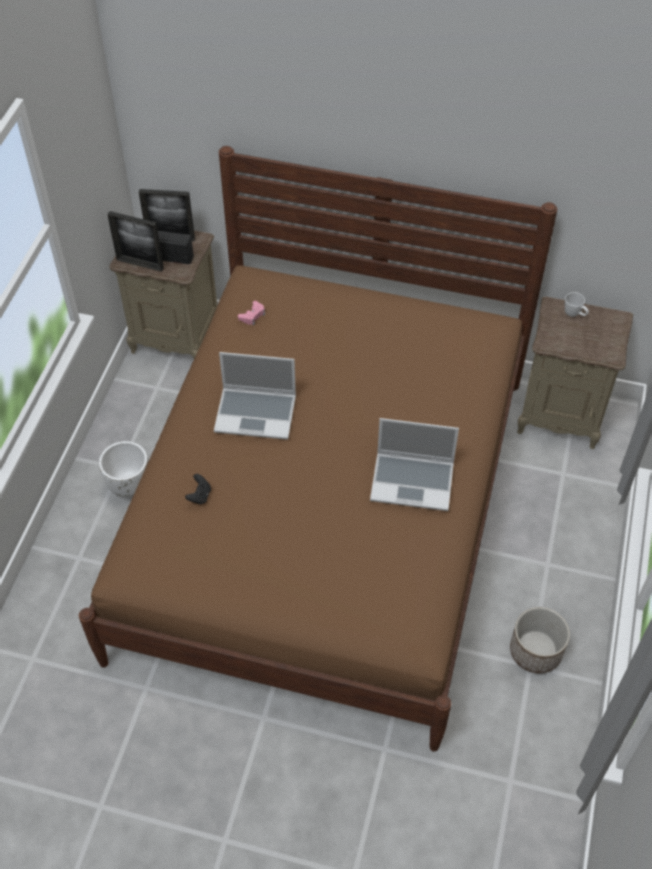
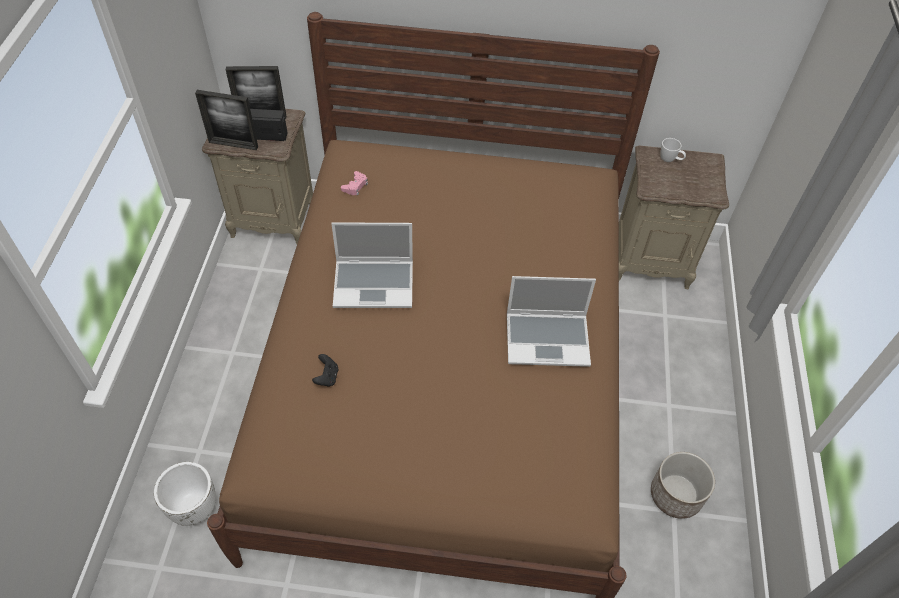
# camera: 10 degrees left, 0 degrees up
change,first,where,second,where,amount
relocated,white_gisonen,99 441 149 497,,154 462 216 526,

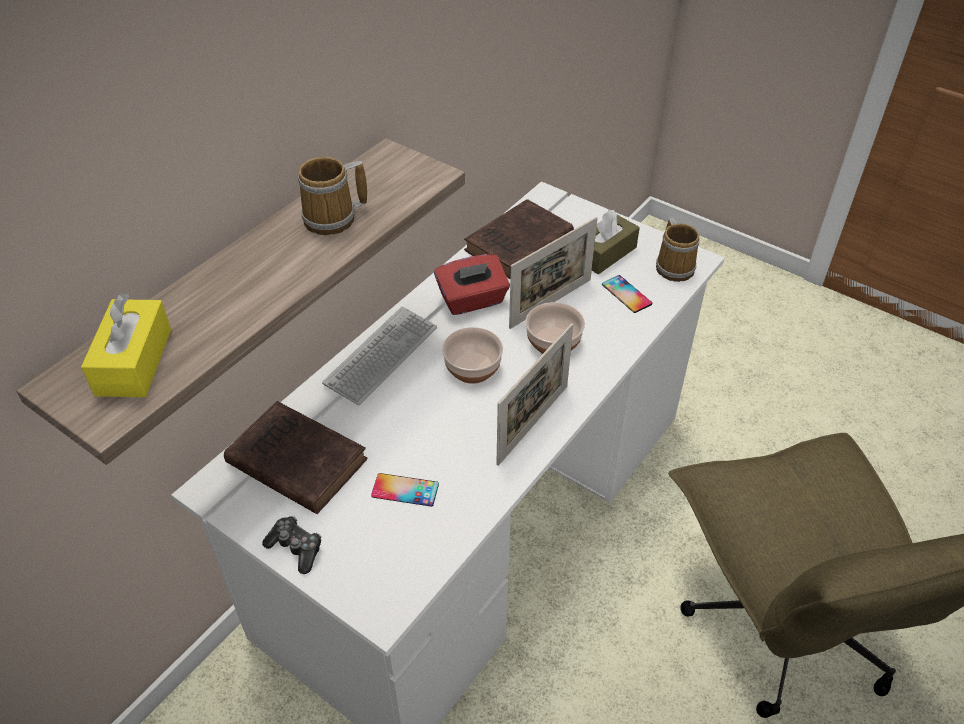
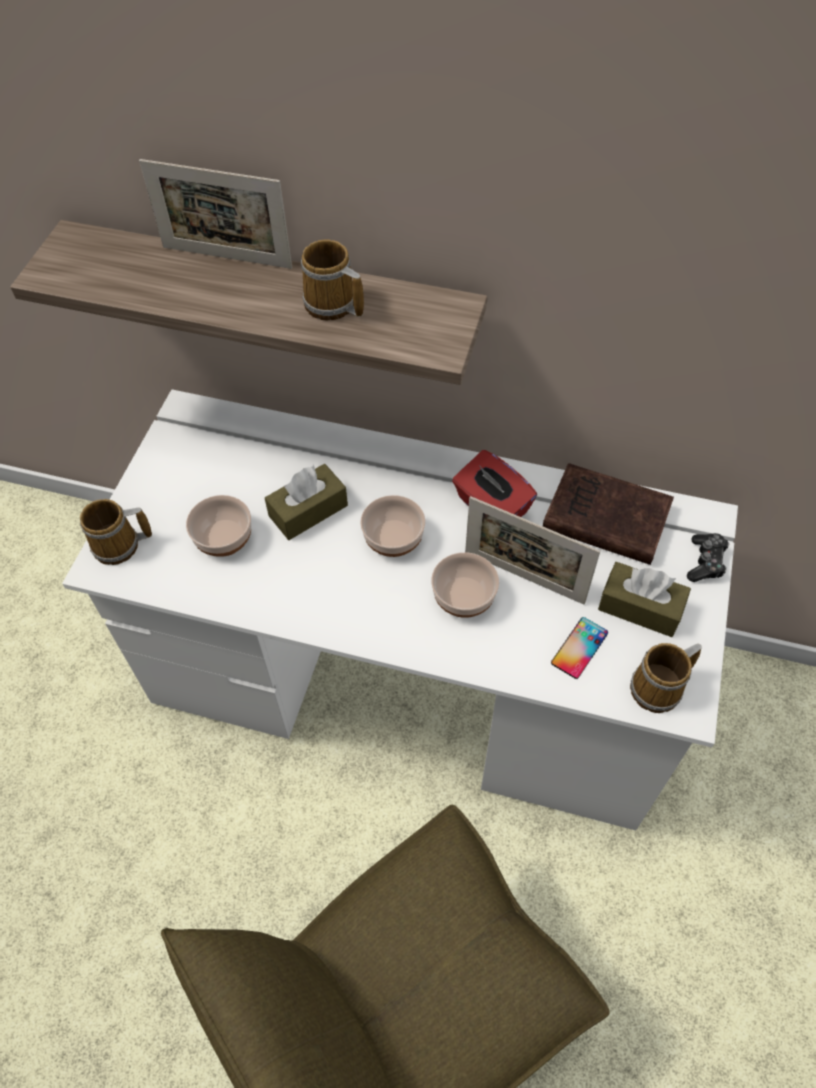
# camera: 70 degrees right, 10 degrees up
change,first,where,second,where,amount
appeared,,,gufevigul,80 499 152 565,
relocated,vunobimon,496 323 573 466,,139 159 292 269,
exchanged,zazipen,371 473 439 507,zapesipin,186 495 251 557,
appeared,,,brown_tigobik,265 464 348 540,
relocated,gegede,262 516 321 574,,687 533 730 582,
missing,yellow_tigobik,81 294 171 397,,,
missing,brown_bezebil,224 401 368 514,,,
missing,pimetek,322 307 437 406,,,

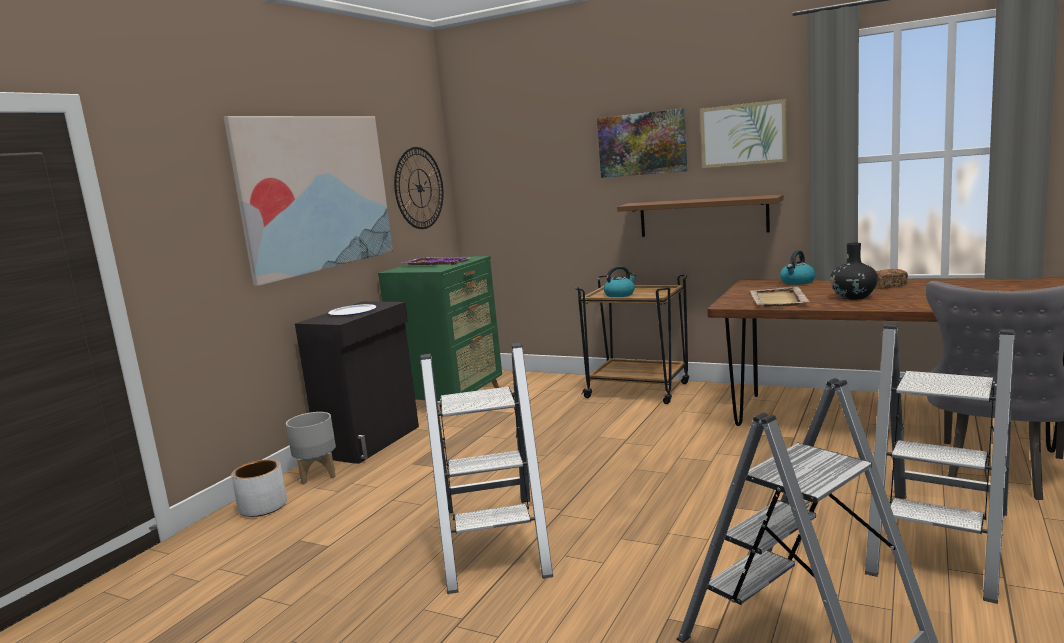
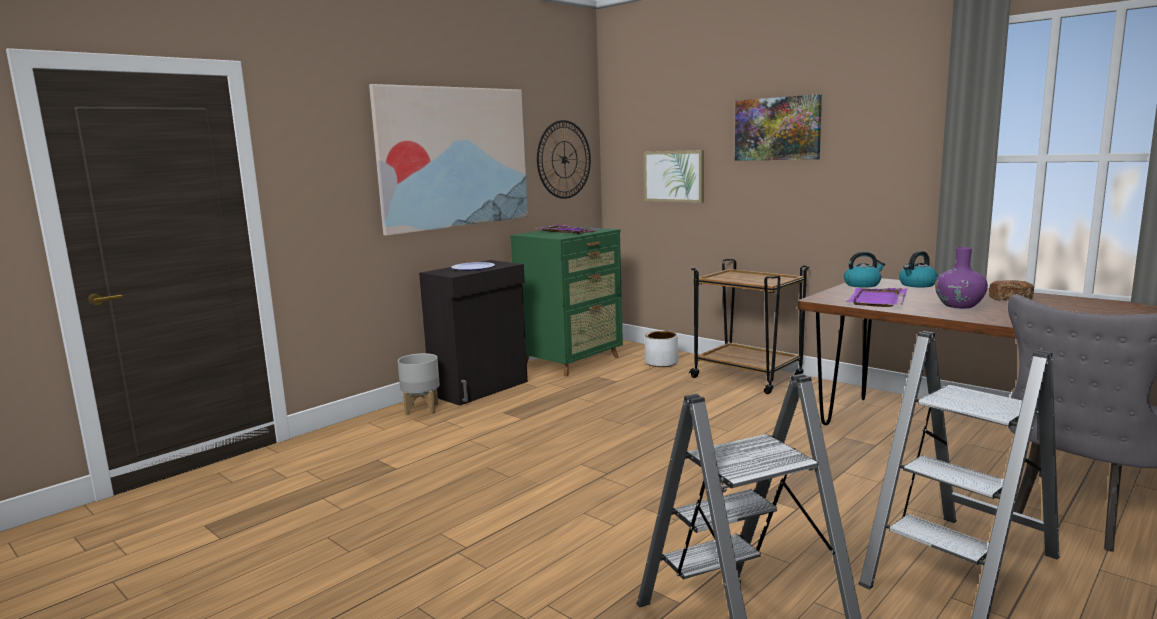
# camera: 15 degrees right, 0 degrees up
change,first,where,second,where,amount
relocated,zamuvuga,700 99 787 168,,644 150 704 203,
relocated,white_gisonen,231 459 287 517,,645 331 678 367,
relocated,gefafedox,604 266 636 297,,844 252 885 288,
colour,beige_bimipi,750 286 810 307,purple_bimipi,846 288 907 307,
colour,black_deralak,830 243 878 300,purple_deralak,935 247 988 308,
missing,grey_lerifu,420 343 553 594,,,
missing,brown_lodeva,617 194 784 237,,,

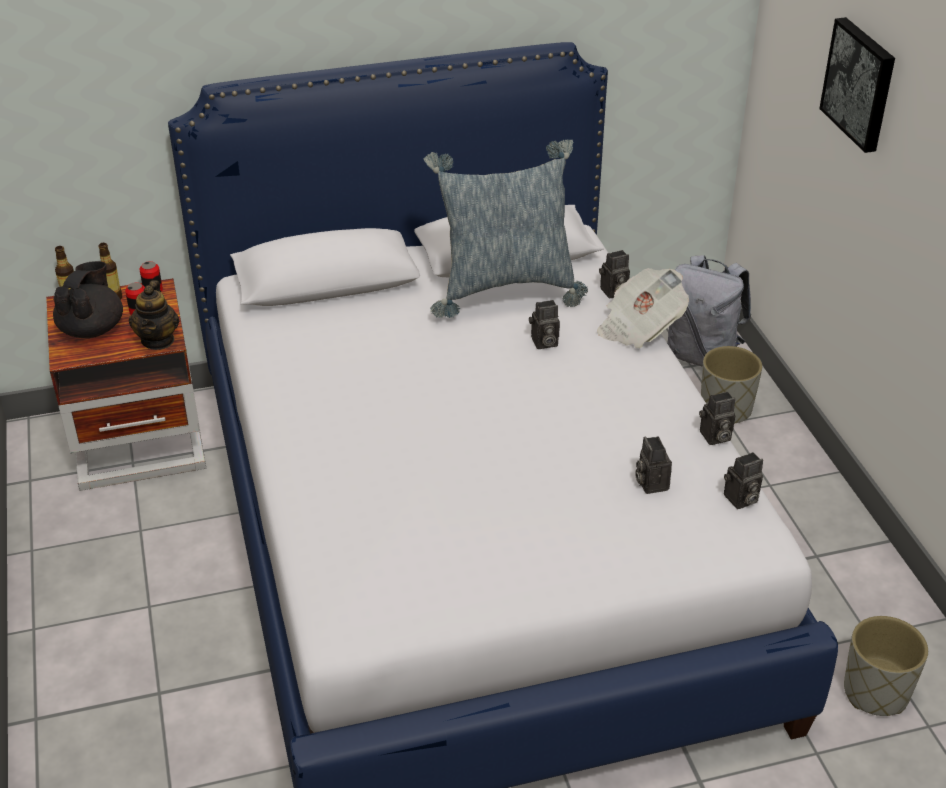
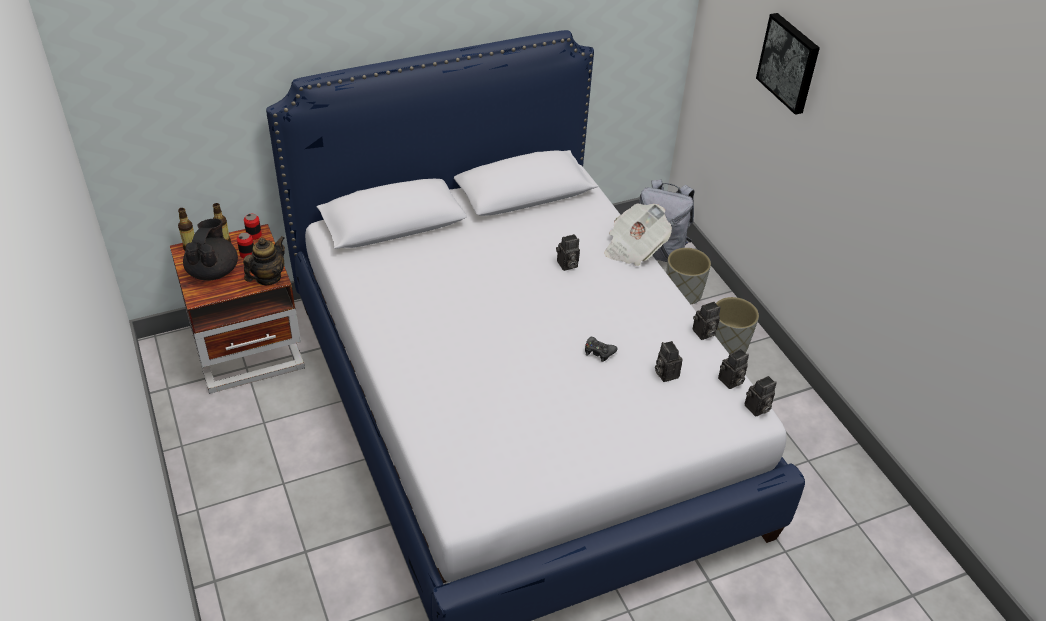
# camera: 10 degrees left, 5 degrees up
change,first,where,second,where,amount
spun,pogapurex,129 280 179 350,,243 236 285 285,135 degrees counterclockwise
appeared,,,black_gegede,585 337 618 362,
relocated,grey_gisonen,844 616 928 716,,715 297 759 354,
relocated,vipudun,599 250 630 298,,745 376 777 417,
missing,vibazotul,423 139 588 318,,,

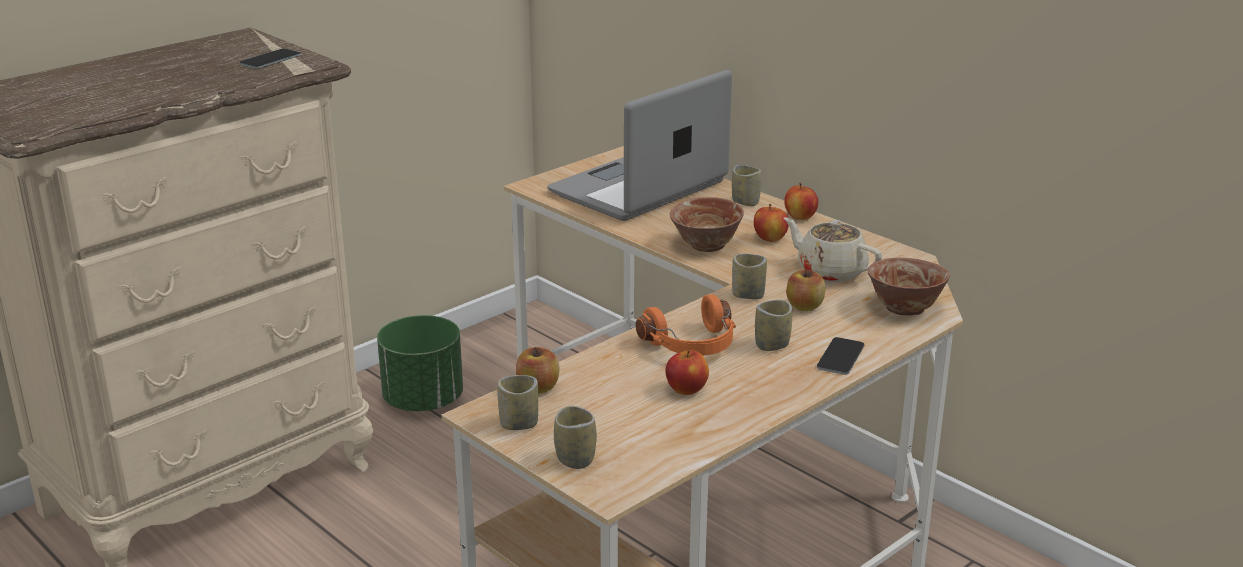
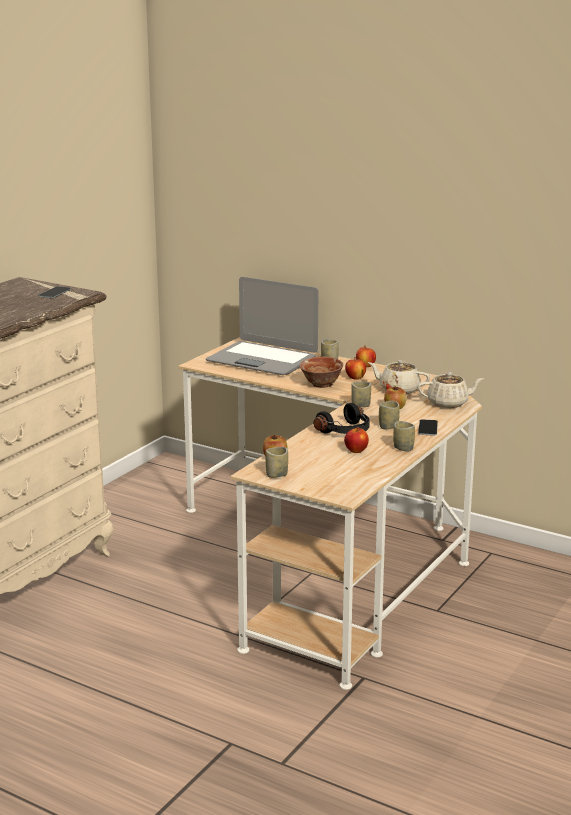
# camera: 15 degrees left, 5 degrees down
change,first,where,second,where,amount
spun,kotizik,547 70 732 221,,206 277 319 375,90 degrees counterclockwise
colour,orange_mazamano,636 294 736 356,black_mazamano,314 403 370 434,
relocated,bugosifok,554 406 597 469,,393 421 415 452,
exchanged,zapesipin,868 257 950 316,beige_pogapurex,417 372 484 408,
missing,green_gisonen,377 315 463 411,,,

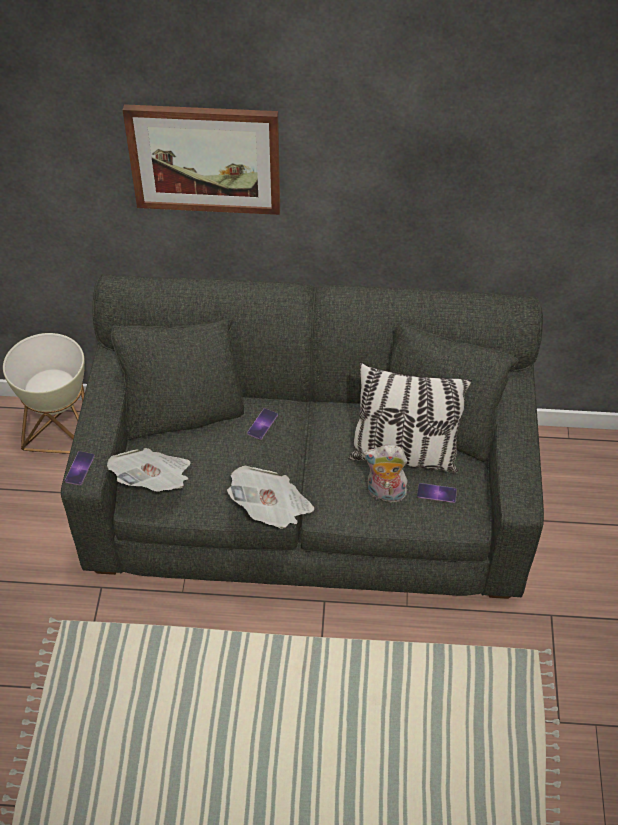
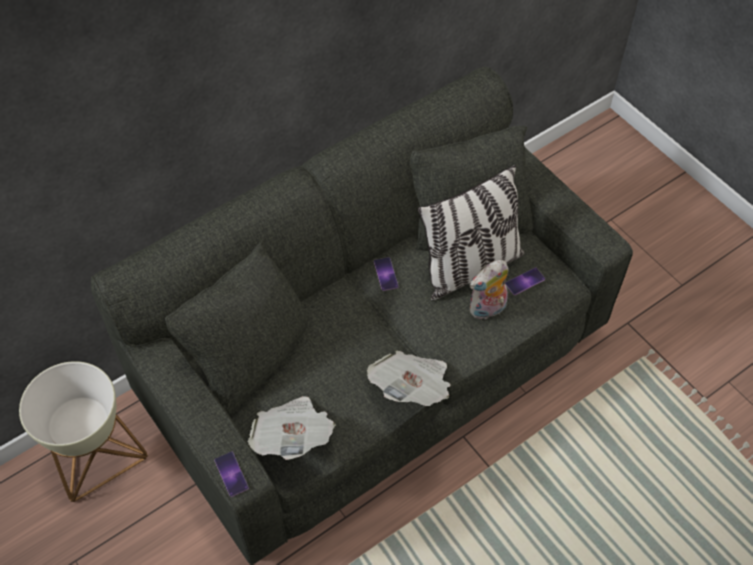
# camera: 40 degrees left, 5 degrees up
change,first,where,second,where,amount
relocated,zazipen,247 408 278 440,,374 257 399 291,
missing,zamuvuga,123 104 280 215,,,

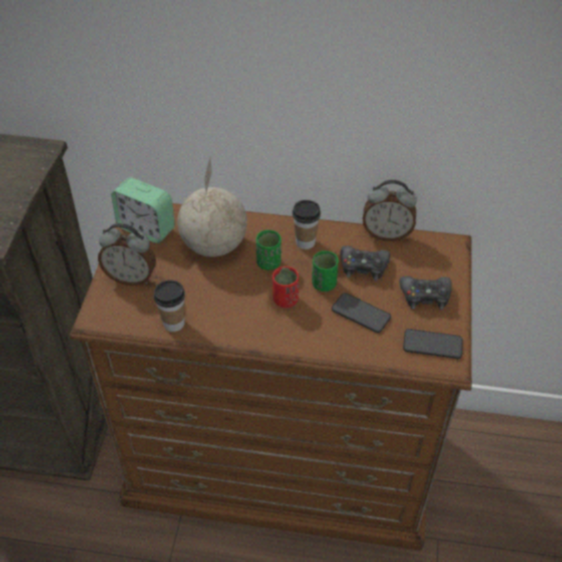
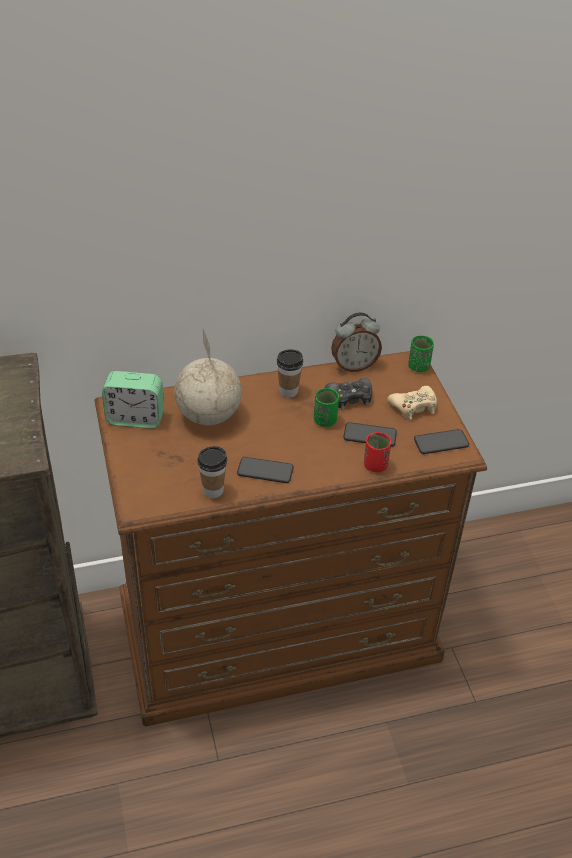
# camera: 25 degrees left, 5 degrees down
change,first,where,second,where,amount
appeared,,,zazipen,237 457 294 483,
relocated,red_bugosifok,272 266 299 308,,364 432 391 472,
colour,black_gegede,399 276 452 310,beige_gegede,388 386 437 420,
relocated,green_bugosifok,256 230 281 270,,408 335 434 372,
missing,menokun,98 223 156 286,,,

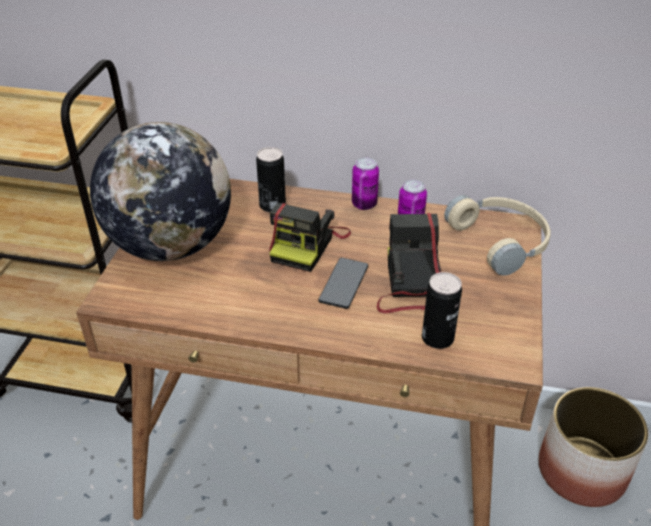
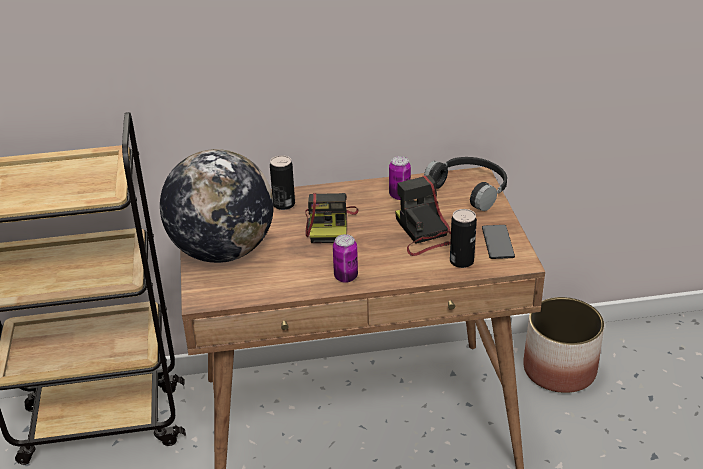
# camera: 20 degrees left, 5 degrees down
change,first,where,second,where,amount
relocated,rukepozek,352 158 379 210,,333 234 358 283,
colour,beige_mazamano,444 195 551 276,black_mazamano,424 157 507 211,
relocated,zazipen,318 258 368 309,,482 225 515 259,

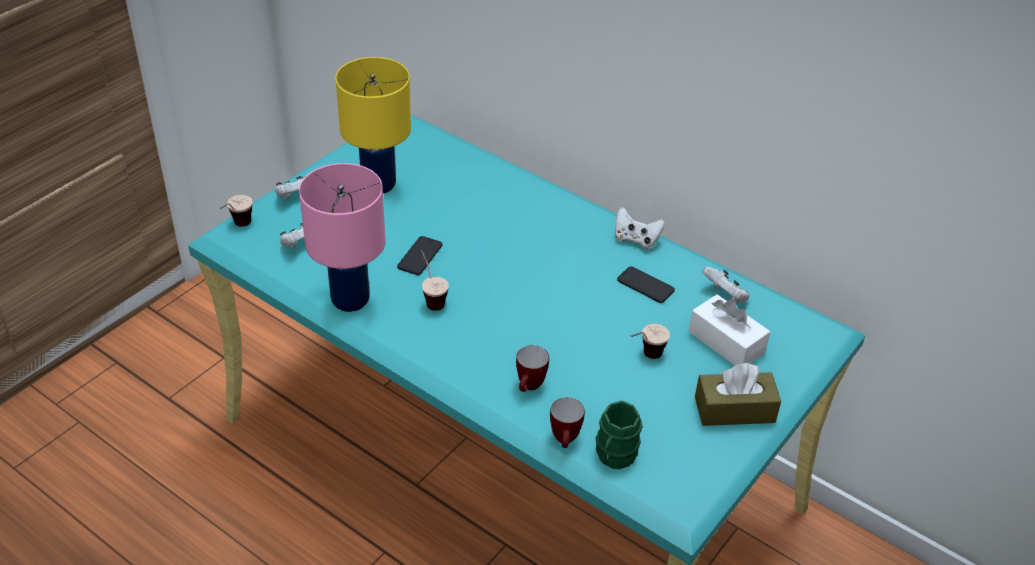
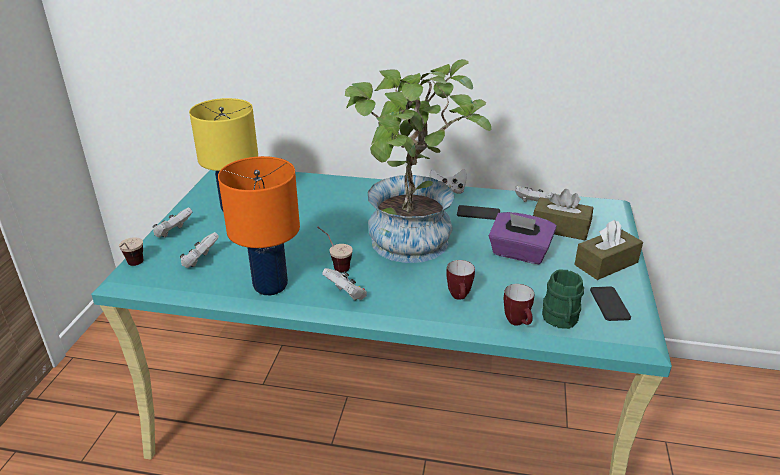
# camera: 25 degrees left, 10 degrees down
change,first,where,second,where,amount
colour,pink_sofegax,299 163 386 312,orange_sofegax,218 156 300 296,
appeared,,,white_gegede,322 268 367 301,
appeared,,,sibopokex,345 59 491 263,
exchanged,bugosifok,631 324 670 359,purple_tigobik,489 212 557 264,
colour,white_tigobik,689 294 770 365,brown_tigobik,533 189 594 241,
relocated,zazipen,397 236 442 275,,590 286 631 321,

